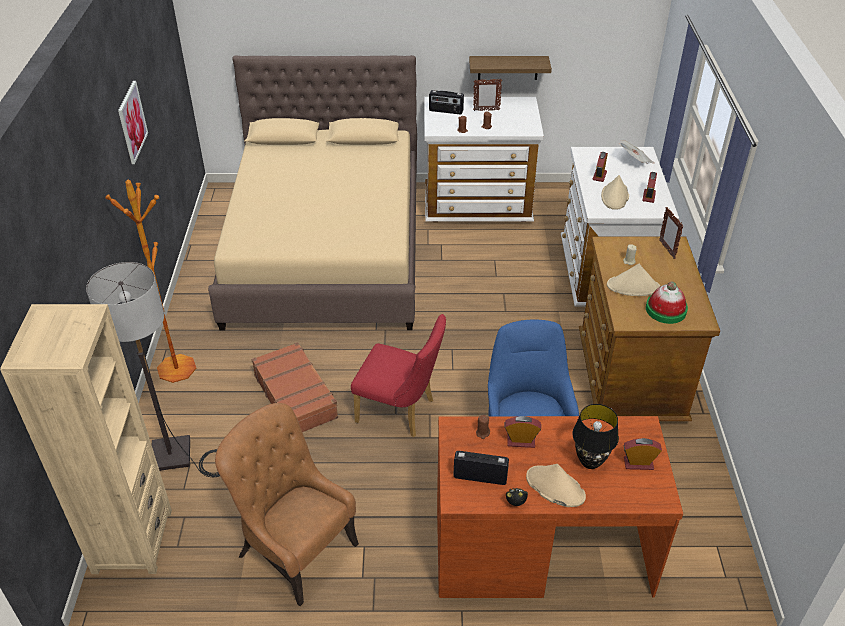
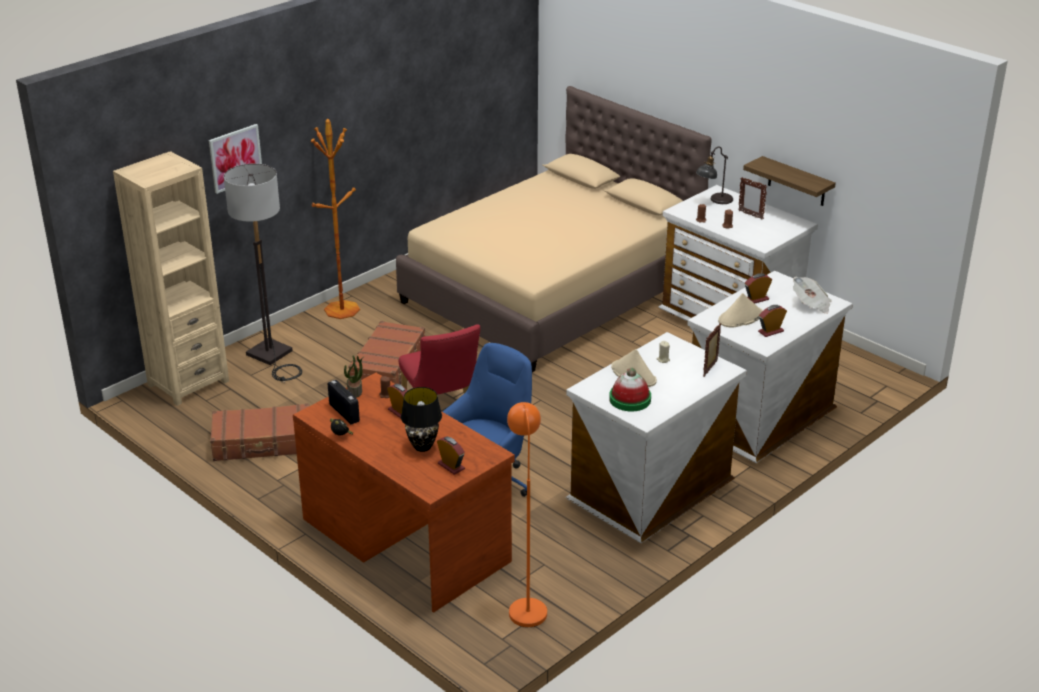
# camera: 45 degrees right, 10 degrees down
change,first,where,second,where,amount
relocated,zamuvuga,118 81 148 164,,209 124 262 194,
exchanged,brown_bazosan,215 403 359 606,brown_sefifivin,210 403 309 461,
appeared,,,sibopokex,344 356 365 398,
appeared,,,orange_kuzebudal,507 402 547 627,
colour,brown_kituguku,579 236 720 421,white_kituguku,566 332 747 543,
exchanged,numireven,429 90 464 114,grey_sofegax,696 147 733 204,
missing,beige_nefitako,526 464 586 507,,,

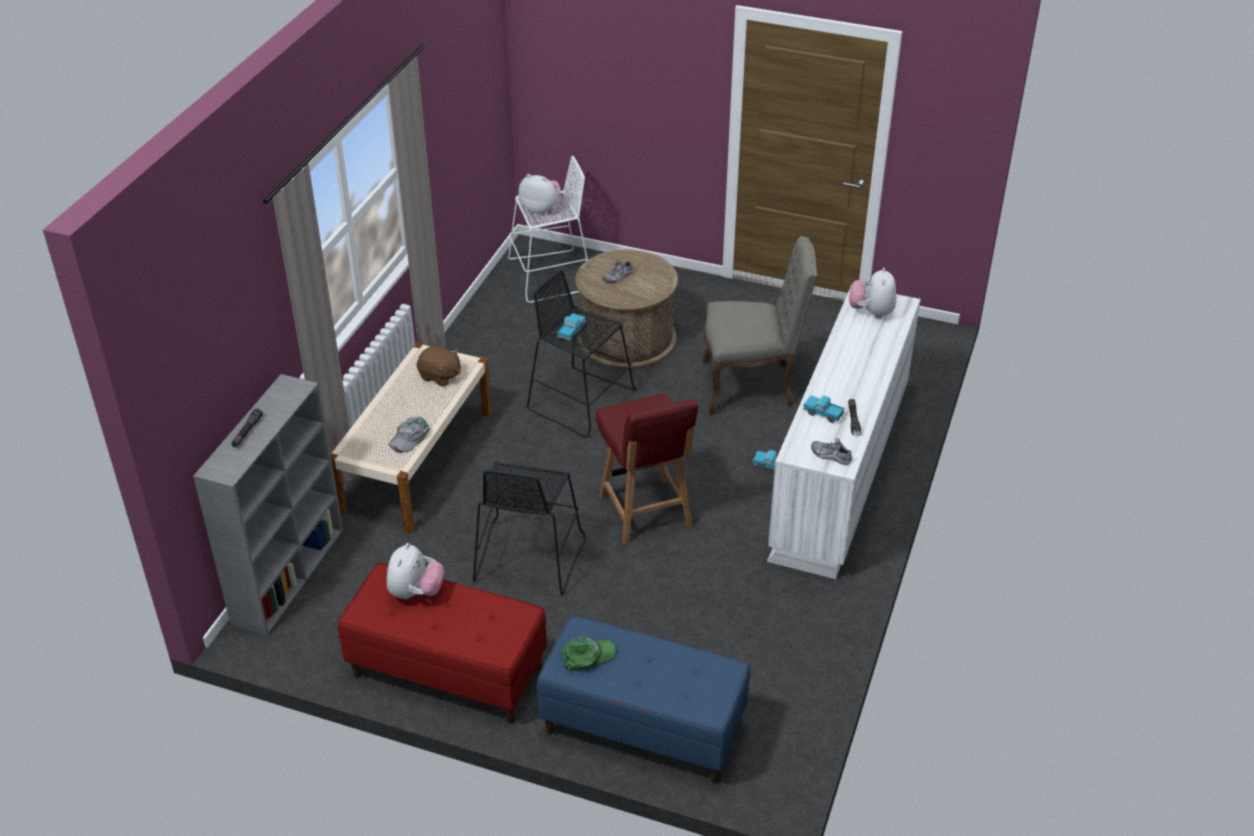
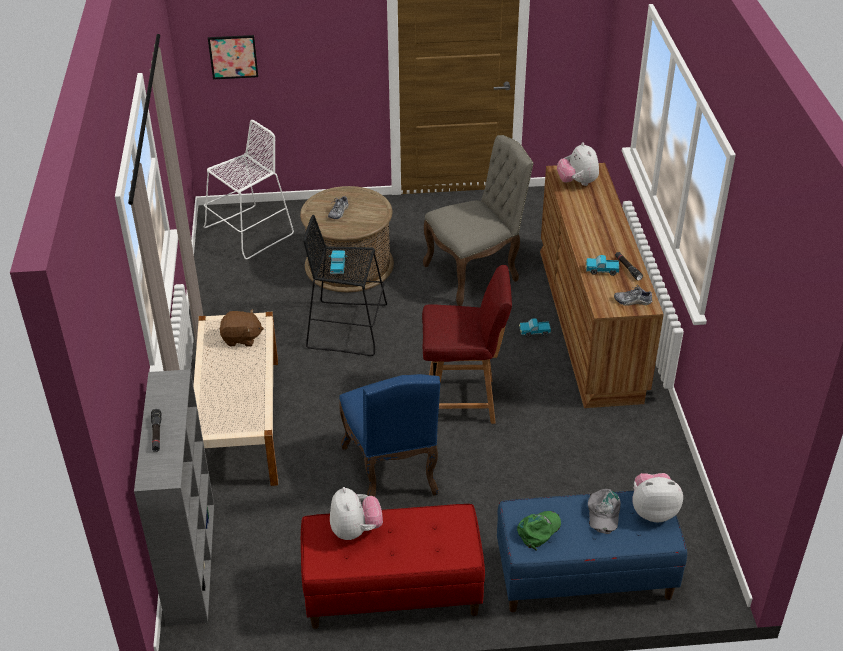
# camera: 25 degrees left, 0 degrees up
change,first,where,second,where,amount
appeared,,,zamuvuga,208 35 258 79,
exchanged,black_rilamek,473 461 586 596,blue_bazosan,339 374 441 497,
spun,red_bazosan,596 394 698 544,,422 265 512 424,45 degrees counterclockwise
colour,white_kituguku,767 285 921 579,brown_kituguku,540 163 664 408,
relocated,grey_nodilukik,389 417 430 453,,588 489 621 534,
relocated,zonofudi,519 174 561 215,,632 473 683 522,

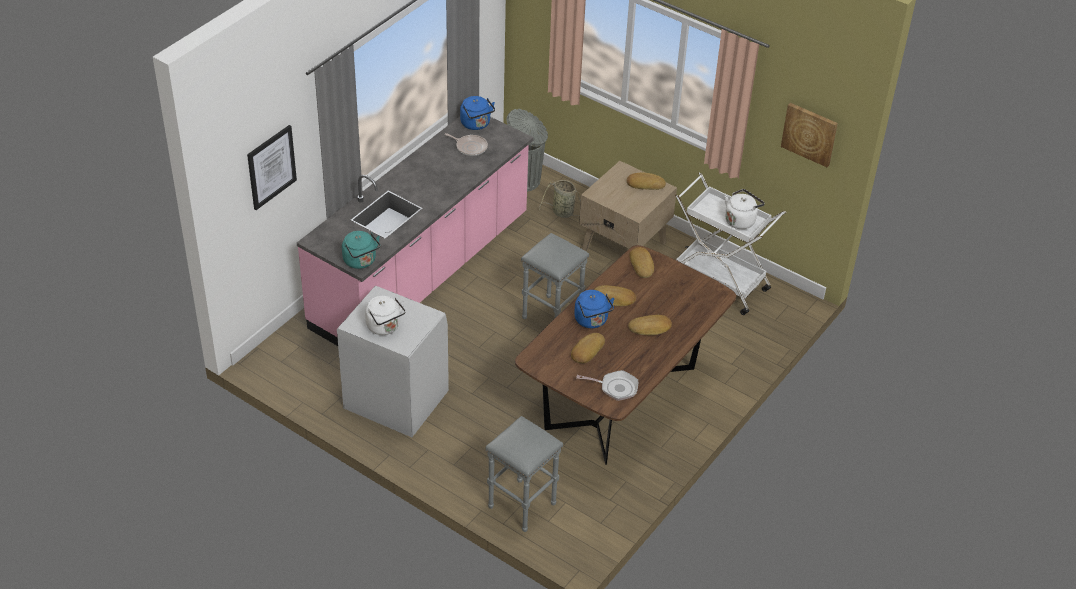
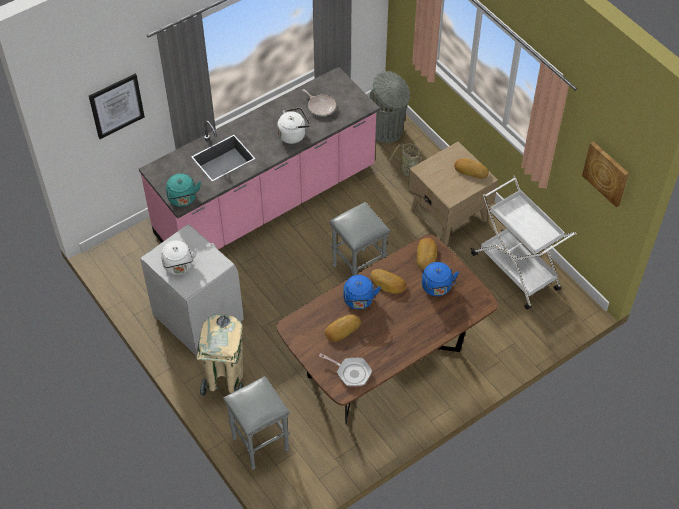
# camera: 20 degrees right, 10 degrees up
change,first,where,second,where,amount
appeared,,,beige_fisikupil,196 314 244 397,
relocated,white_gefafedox,725 189 765 229,,277 108 310 144,
relocated,blue_gefafedox,460 96 495 130,,422 262 459 296,
missing,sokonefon,628 315 672 335,,,

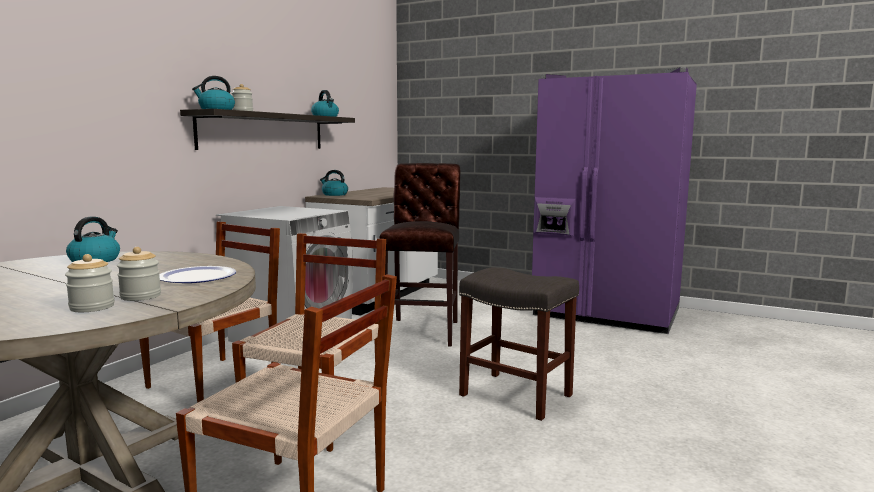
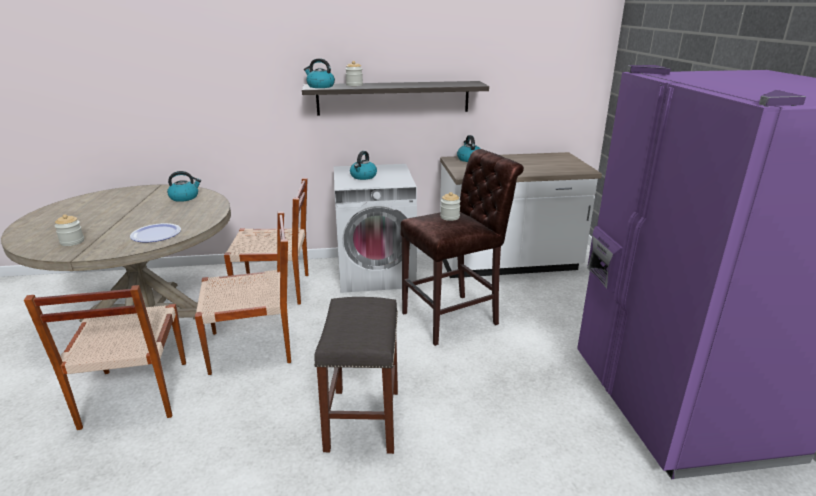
# camera: 55 degrees right, 15 degrees up
change,first,where,second,where,amount
relocated,gefafedox,311 90 339 117,,350 151 377 180,
relocated,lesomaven,117 247 161 301,,440 192 461 221,

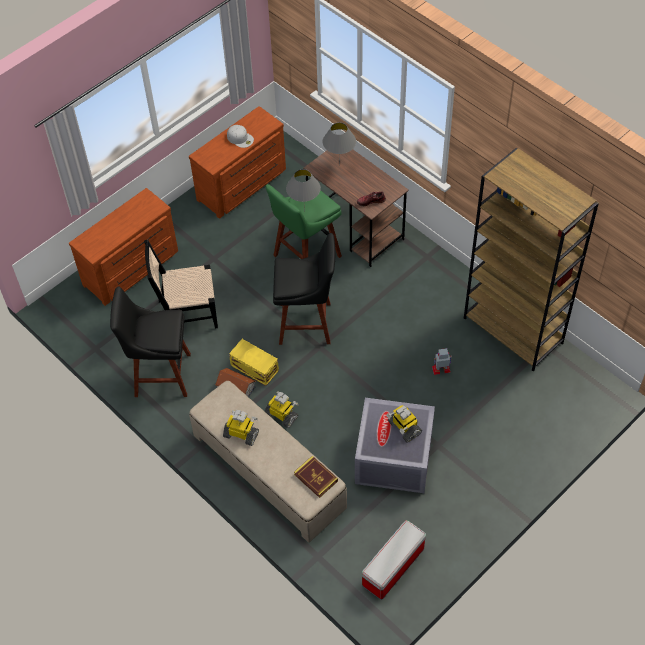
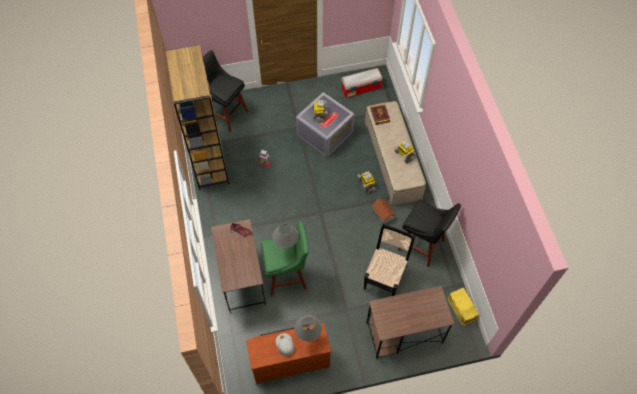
# camera: 150 degrees left, 5 degrees up
change,first,where,second,where,amount
relocated,black_rilamek,273 233 335 345,,203 50 248 132,
relocated,grey_sofegax,323 122 356 162,,295 315 322 342,
spun,bazosan,144 239 218 329,,364 224 416 296,90 degrees counterclockwise
exchanged,brown_kituguku,69 188 178 306,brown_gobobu,366 286 454 359,
relocated,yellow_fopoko,229 339 279 386,,448 288 479 326,

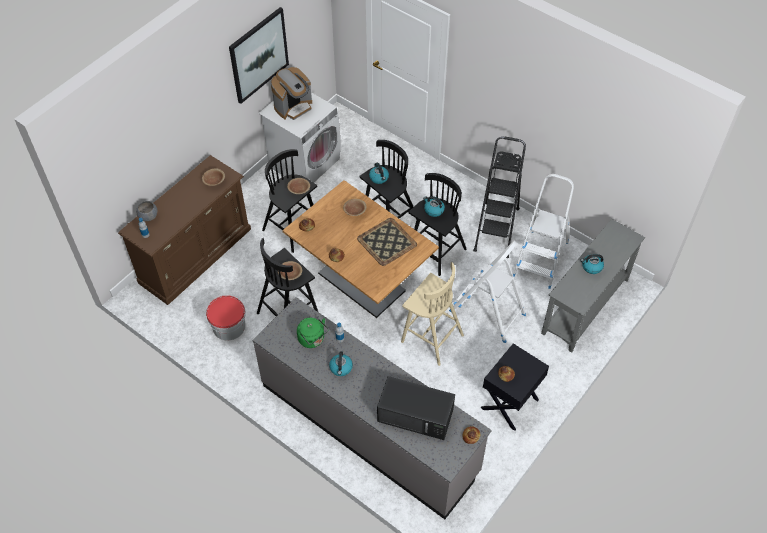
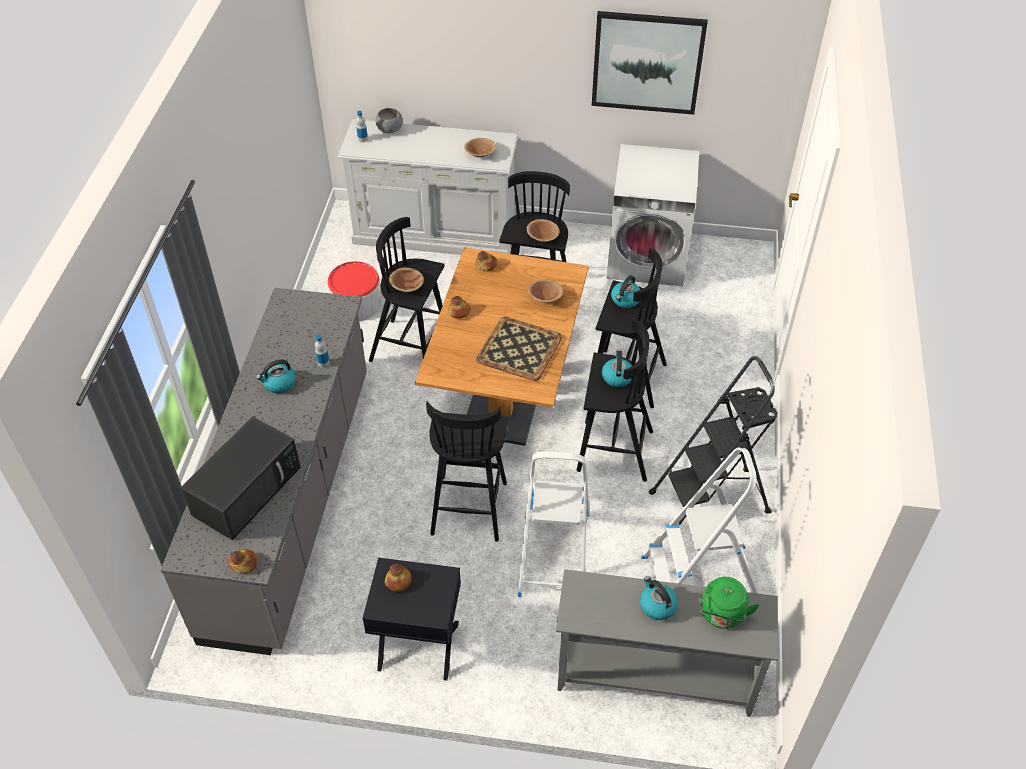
# camera: 60 degrees right, 5 degrees down
change,first,where,second,where,amount
spun,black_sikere,377 376 455 440,,181 416 301 540,135 degrees counterclockwise
colour,brown_kituguku,118 155 251 305,white_kituguku,337 119 518 255,
colour,beige_rilamek,401 262 464 366,black_rilamek,426 401 509 542,
relocated,green_gefafedox,297 318 329 348,,701 577 759 629,
missing,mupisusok,271 67 312 120,,,

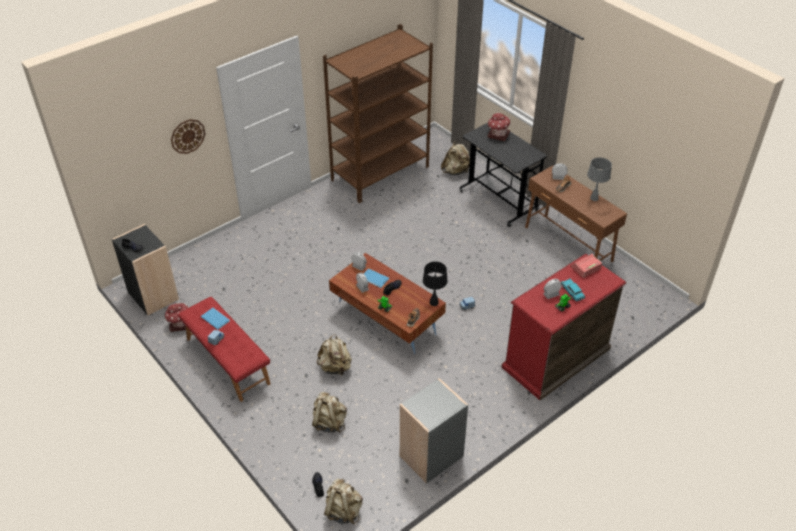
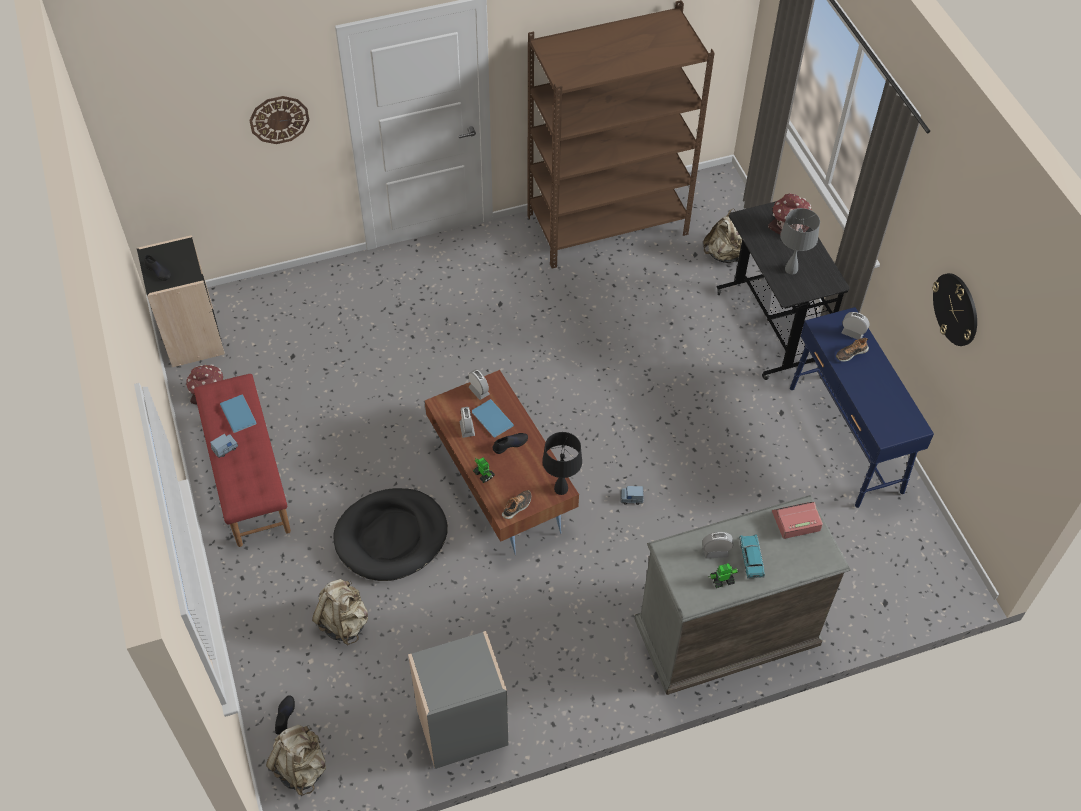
# camera: 20 degrees right, 10 degrees up
change,first,where,second,where,amount
exchanged,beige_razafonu,316 334 352 376,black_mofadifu,334 488 448 581,
colour,red_kituguku,501 254 627 400,grey_kituguku,635 495 851 695,
relocated,grey_sofegax,587 157 612 201,,780 208 820 275,
colour,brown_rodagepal,525 166 627 262,blue_rodagepal,790 307 934 508,
appeared,,,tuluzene,932 273 977 346,

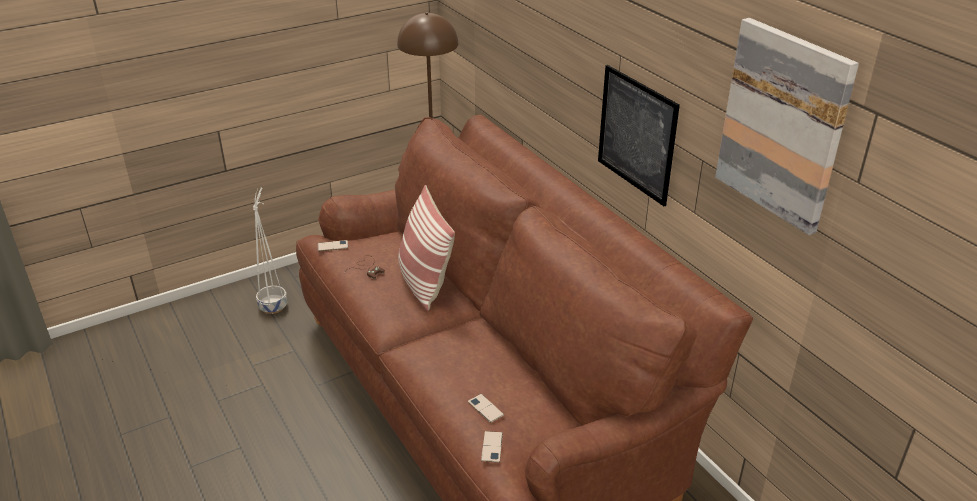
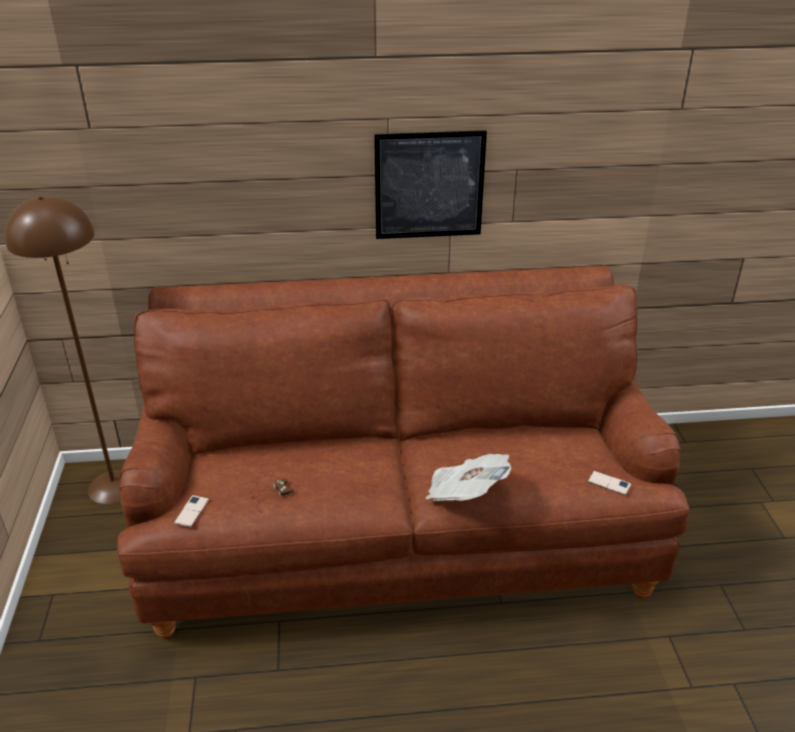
# camera: 65 degrees left, 0 degrees up
change,first,where,second,where,amount
appeared,,,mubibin,426 454 511 501,
missing,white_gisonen,253 188 287 314,,,
missing,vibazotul,398 185 455 311,,,
missing,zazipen,468 394 504 423,,,
missing,zamuvuga,715 18 859 235,,,

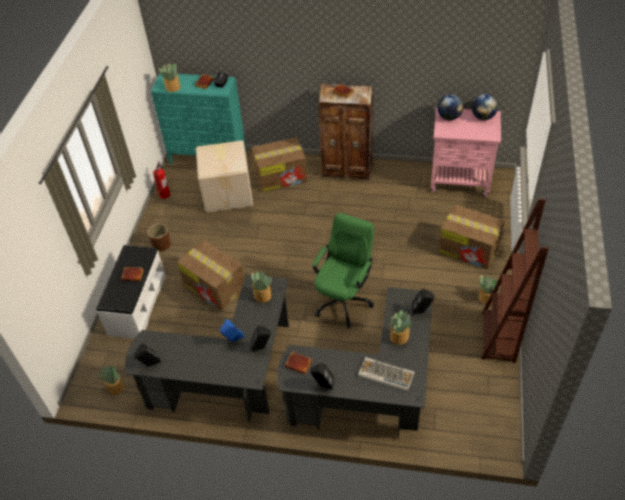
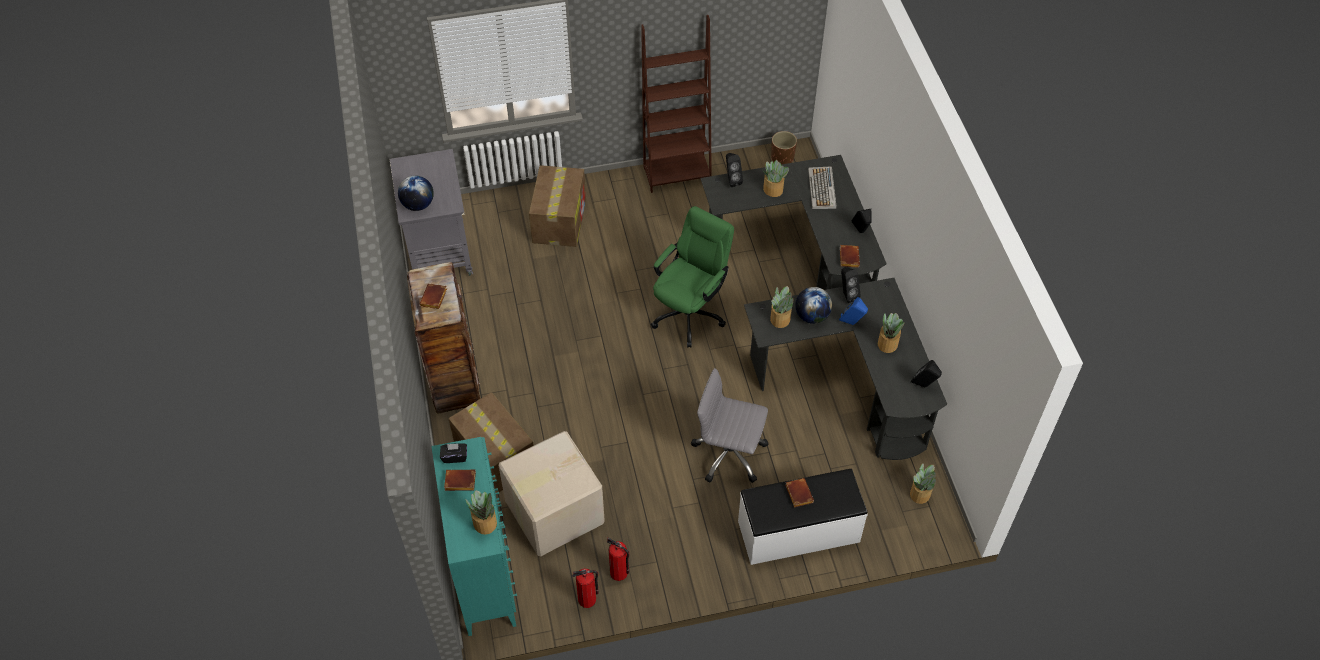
# camera: 115 degrees left, 5 degrees up
change,first,where,second,where,amount
colour,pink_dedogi,431 107 501 196,grey_dedogi,390 149 473 276,
appeared,,,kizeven,607 538 629 581,
spun,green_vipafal,312 213 374 328,,651 206 734 347,120 degrees clockwise
exchanged,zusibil,177 240 244 311,grey_vipafal,691 368 769 483,
relocated,brown_gisonen,147 223 171 252,,771 131 797 165,
relocated,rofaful,472 94 498 120,,795 287 832 324,
relocated,sibopokex,478 275 498 304,,878 313 905 353,

